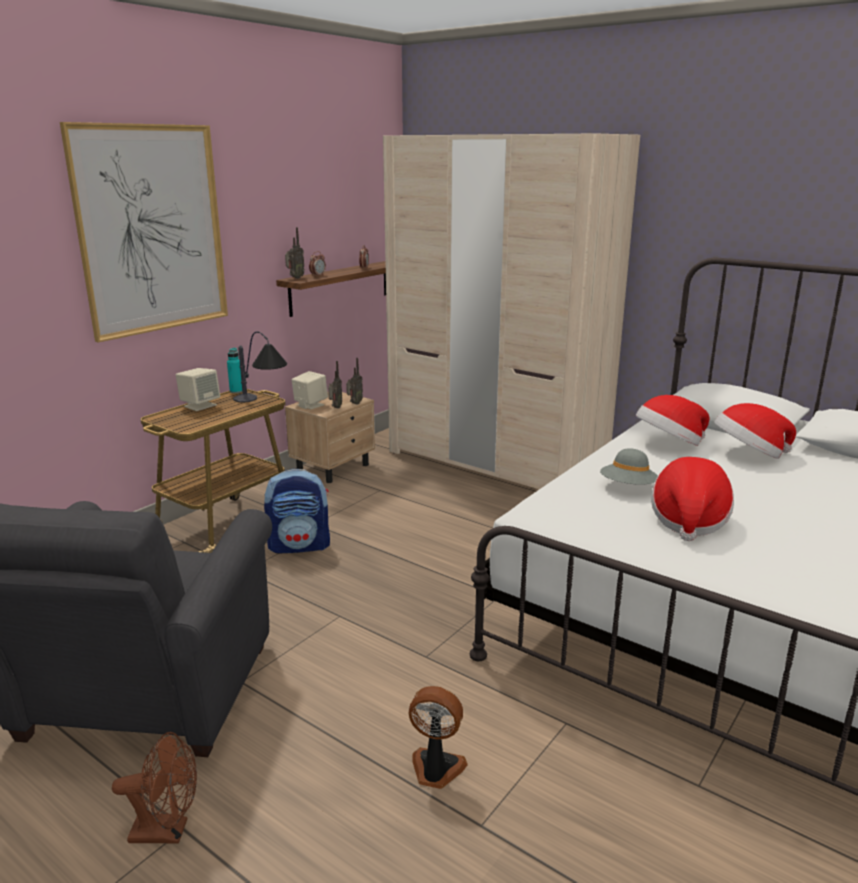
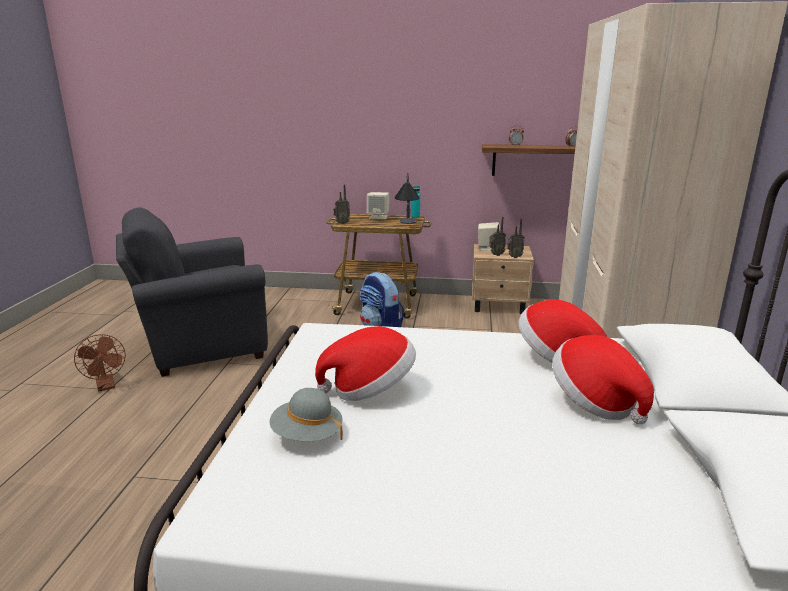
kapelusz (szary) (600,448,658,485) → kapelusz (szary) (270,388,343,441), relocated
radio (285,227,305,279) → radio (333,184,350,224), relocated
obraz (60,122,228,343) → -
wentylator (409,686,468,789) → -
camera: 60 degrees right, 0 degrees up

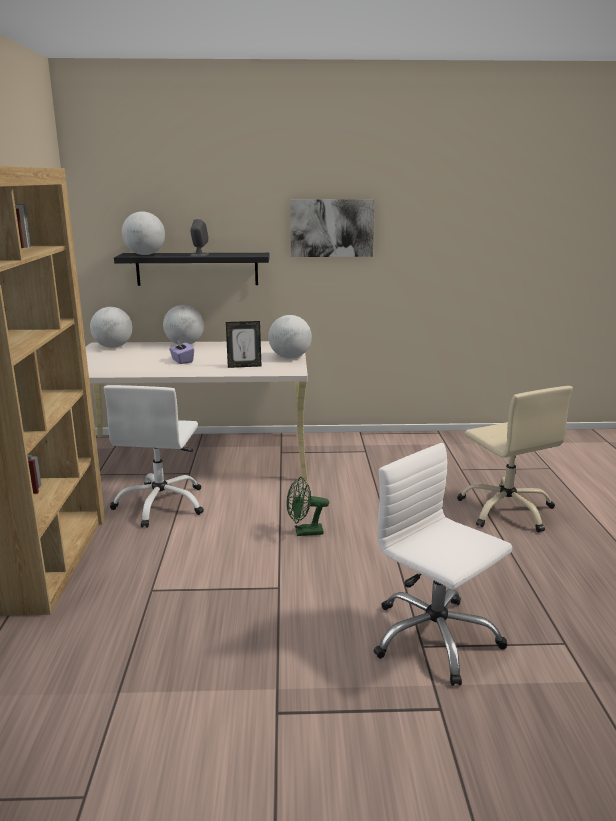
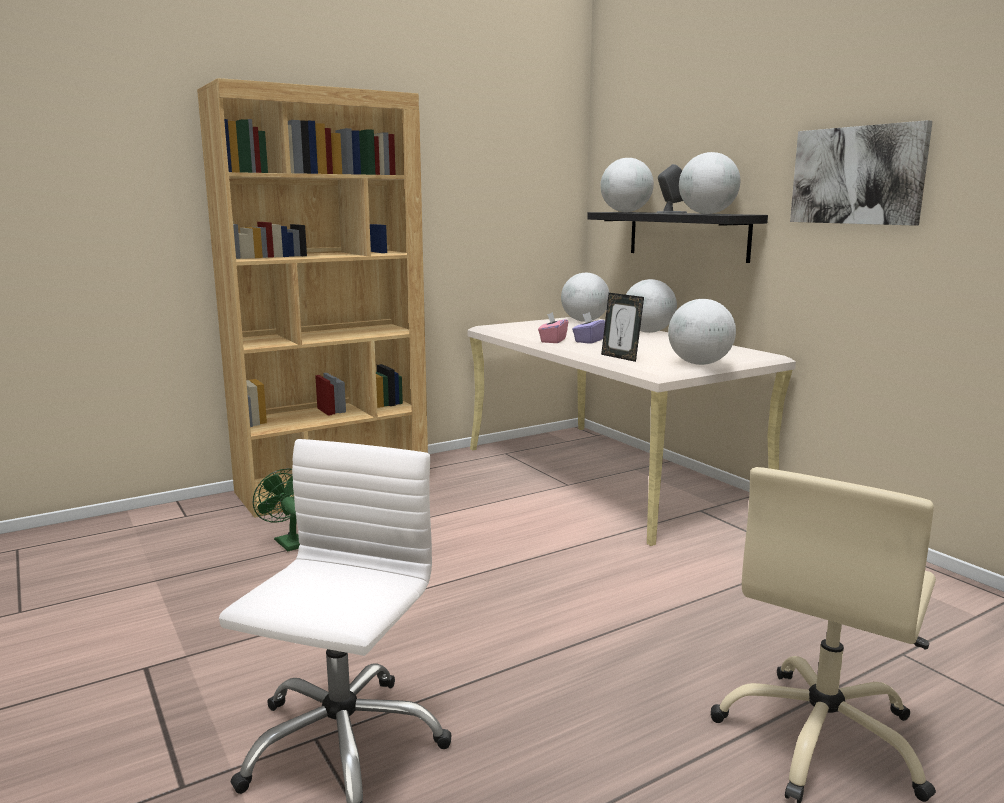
wentylator (zielony) (287,476,329,536) → wentylator (zielony) (253,468,300,551), relocated
- → pudełko chusteczek (różowy) (538,312,568,343)
- → globus (679,152,740,214)
krzesło biurowe (biały) (104,385,204,528) → -
camera: 60 degrees right, 5 degrees down

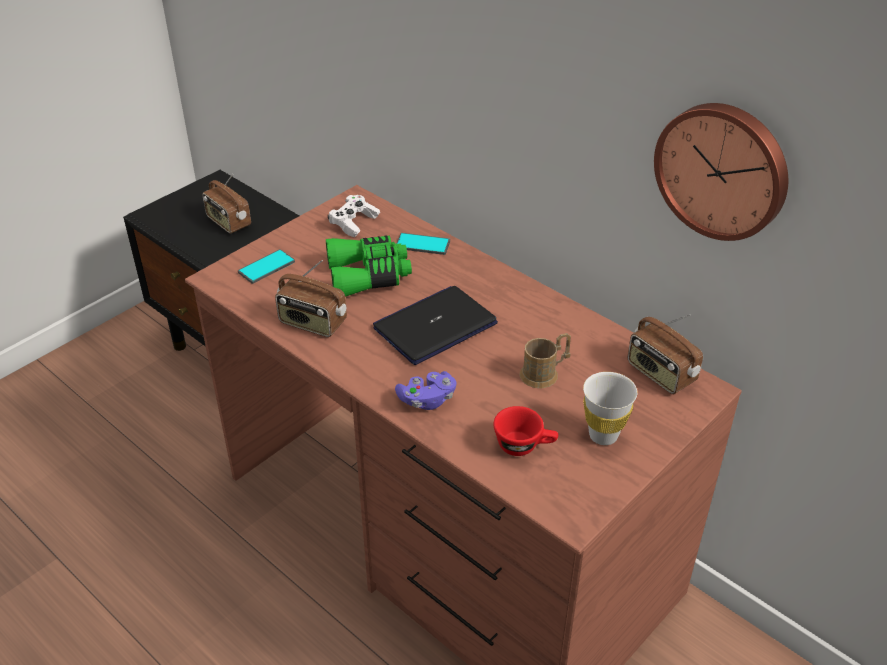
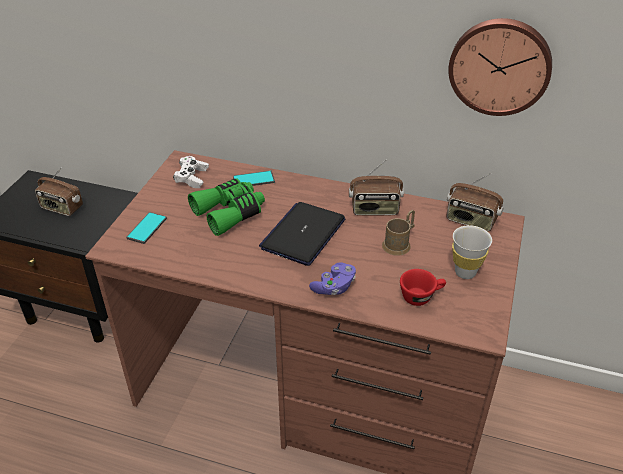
radio (275,260,347,337) → radio (349,159,404,216), relocated
camera: 25 degrees left, 0 degrees up

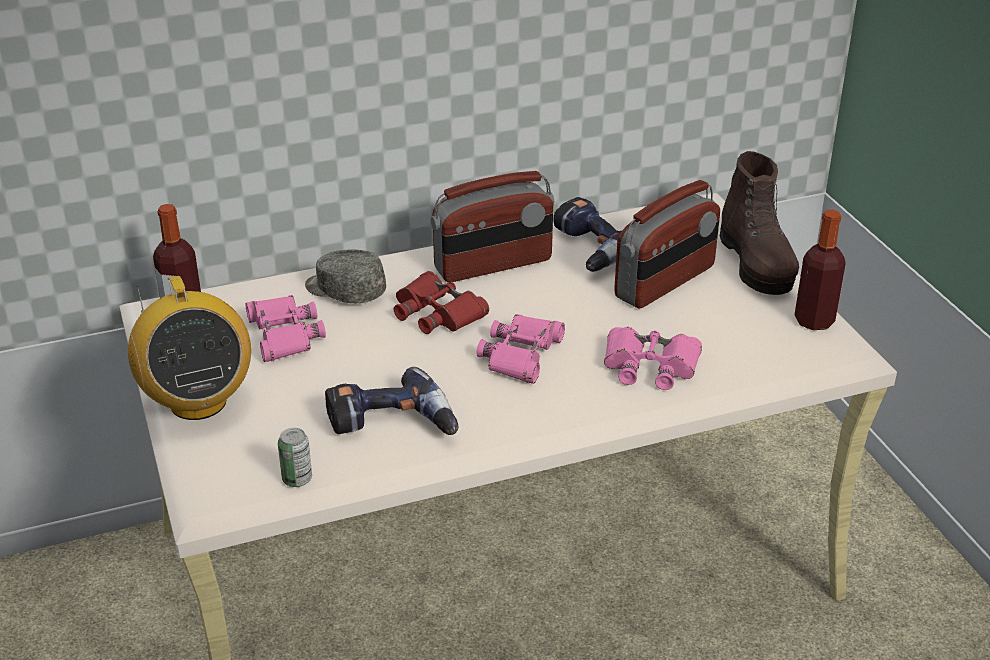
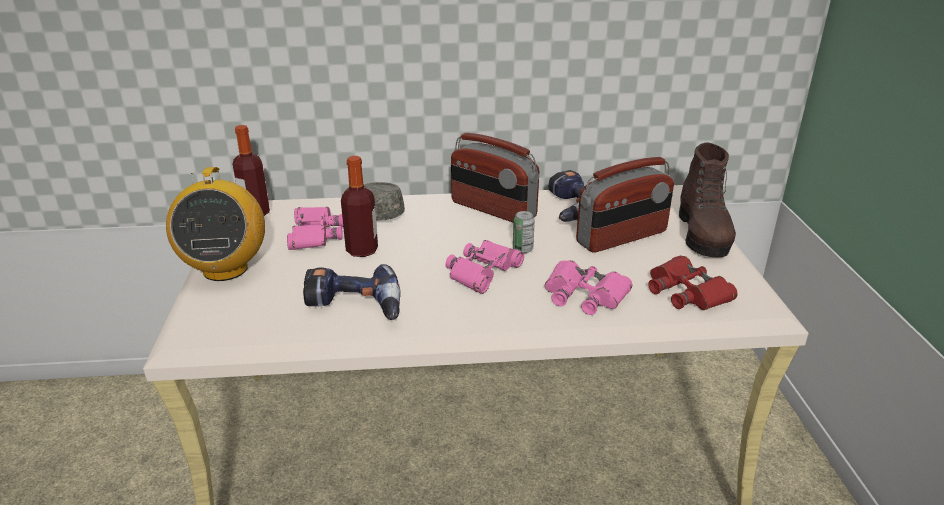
butelka (795,210,846,330) → butelka (341,156,378,257), relocated
radio (431,171,554,282) → radio (451,133,539,222), 45 degrees clockwise
puszka (278,428,312,487) → puszka (513,211,535,253), relocated
lornetka (czerwony) (394,271,489,334) → lornetka (czerwony) (648,256,737,310), relocated
camera: 15 degrees right, 5 degrees down

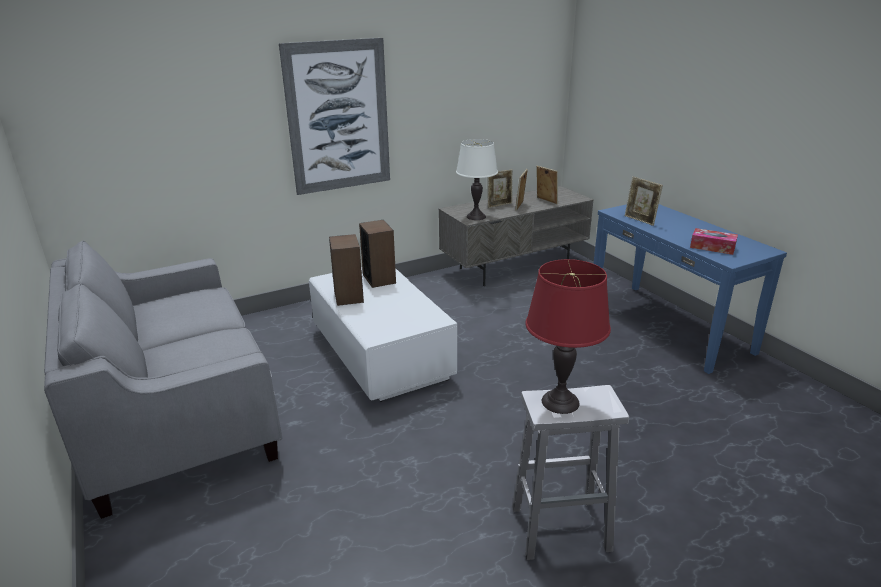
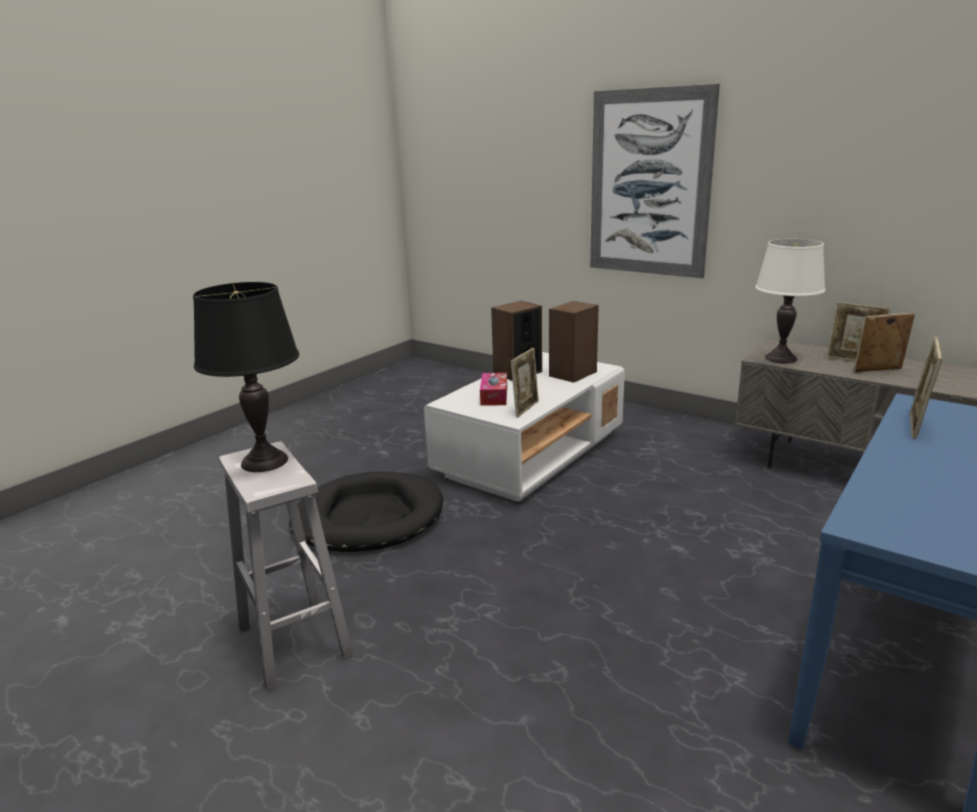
lampa stołowa (czerwony) (525,259,611,414) → lampa stołowa (czarny) (193,282,299,472)
- → legowisko (czarny) (289,472,443,552)
pudełko chusteczek (690,228,738,255) → pudełko chusteczek (480,373,507,406), relocated
ramka na zdjęcie (536,166,558,204) → ramka na zdjęcie (511,348,539,418), relocated
kanapa (szary) (44,240,282,519) → -
camera: 65 degrees right, 5 degrees down

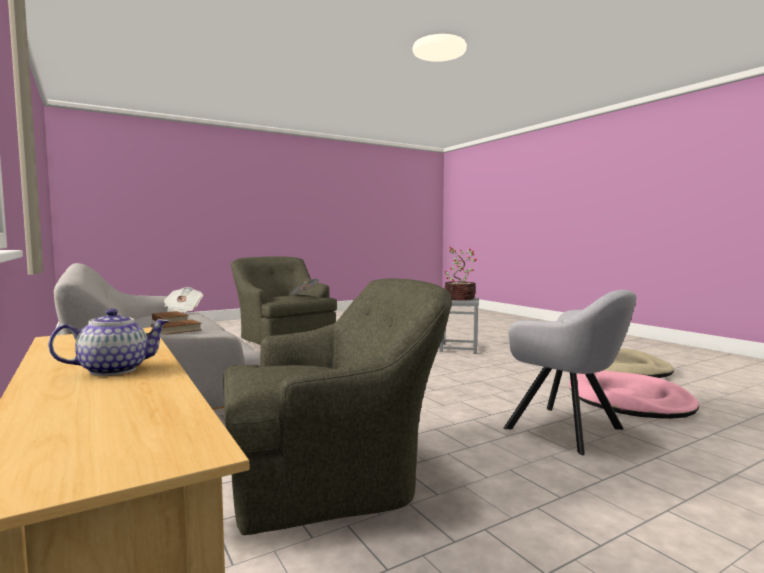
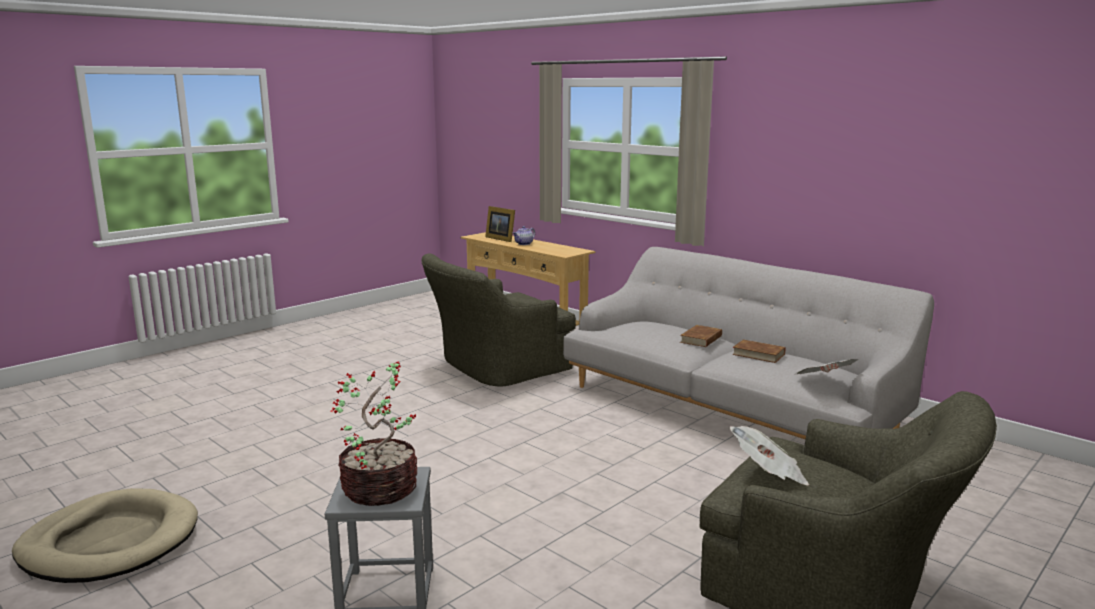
- → ramka na zdjęcie (485,206,515,242)
fotel (szary) (504,290,637,455) → -
legowisko (różowy) (569,371,699,419) → -
camera: 165 degrees right, 10 degrees up

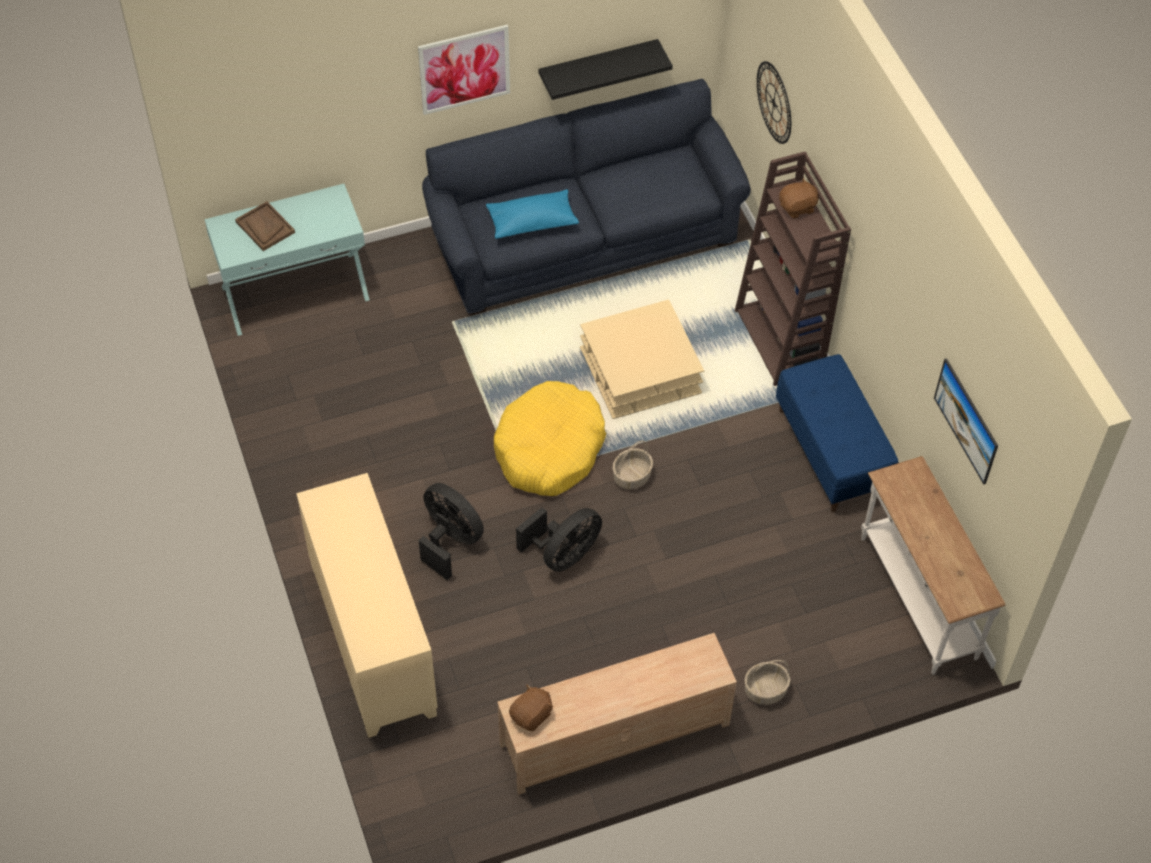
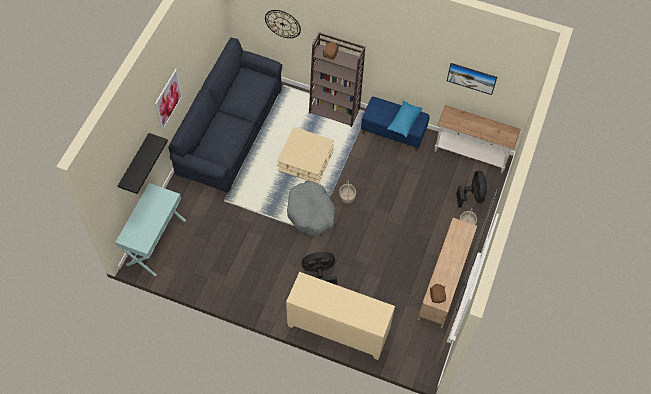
półka (czarny) (538,39,673,100) → półka (czarny) (118,133,168,194), relocated
legowisko (żółty) (494,381,606,496) → legowisko (szary) (287,181,335,236)
poduszka (niebieski) (486,189,579,239) → poduszka (niebieski) (387,100,423,137), relocated
wentylator (czarny) (516,507,602,572) → wentylator (czarny) (456,171,487,208), relocated
taca (brązowy) (235,201,295,251) → -
camera: 50 degrees left, 5 degrees up

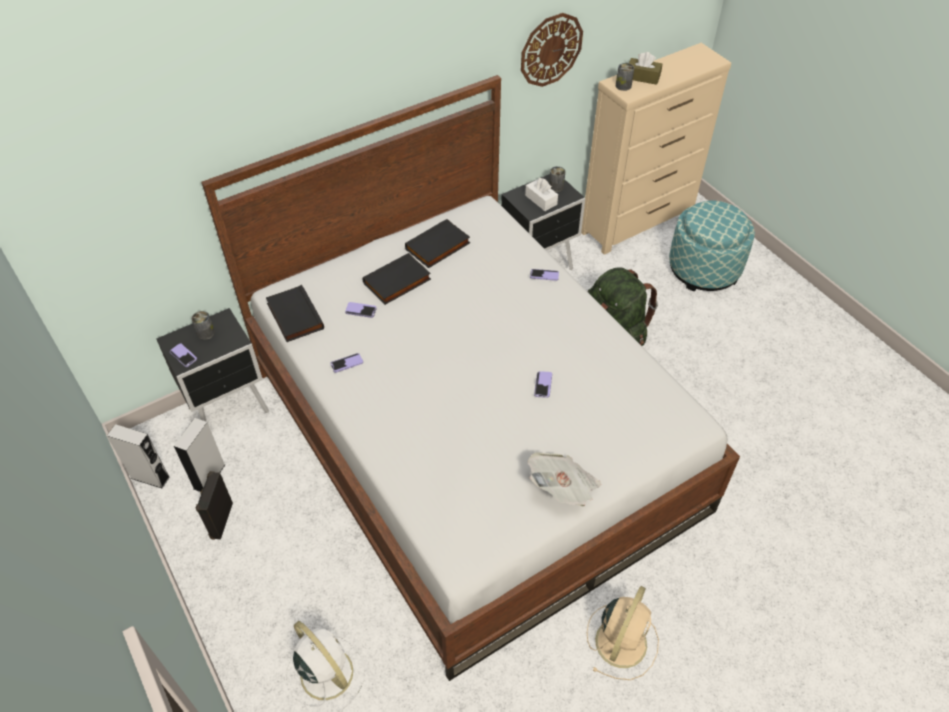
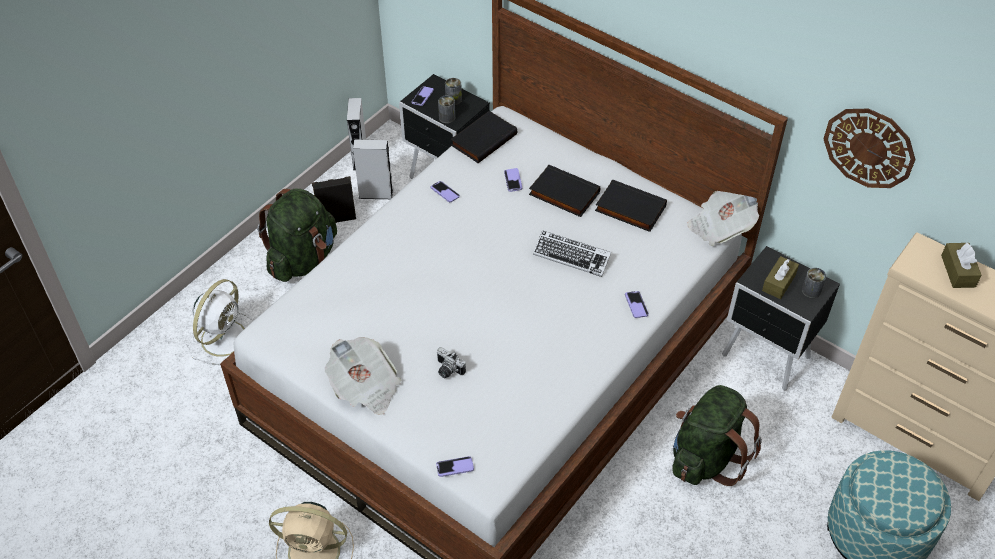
- → plecak (zielony) (257,188,337,282)
- → aparat fotograficzny (436,347,466,378)
telefon (534,371,552,398) → telefon (436,456,474,477), relocated
puszka (616,63,634,91) → puszka (438,95,455,123), relocated
- → klawiatura (533,230,611,277)
- → gazeta (687,191,759,246)
pudełko chusteczek (biały) (525,178,558,211) → pudełko chusteczek (brązowy) (762,256,799,299)
camera: 70 degrees right, 0 degrees up

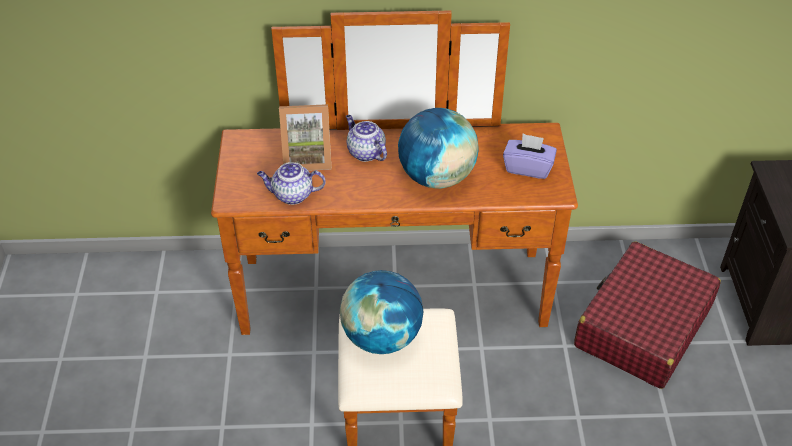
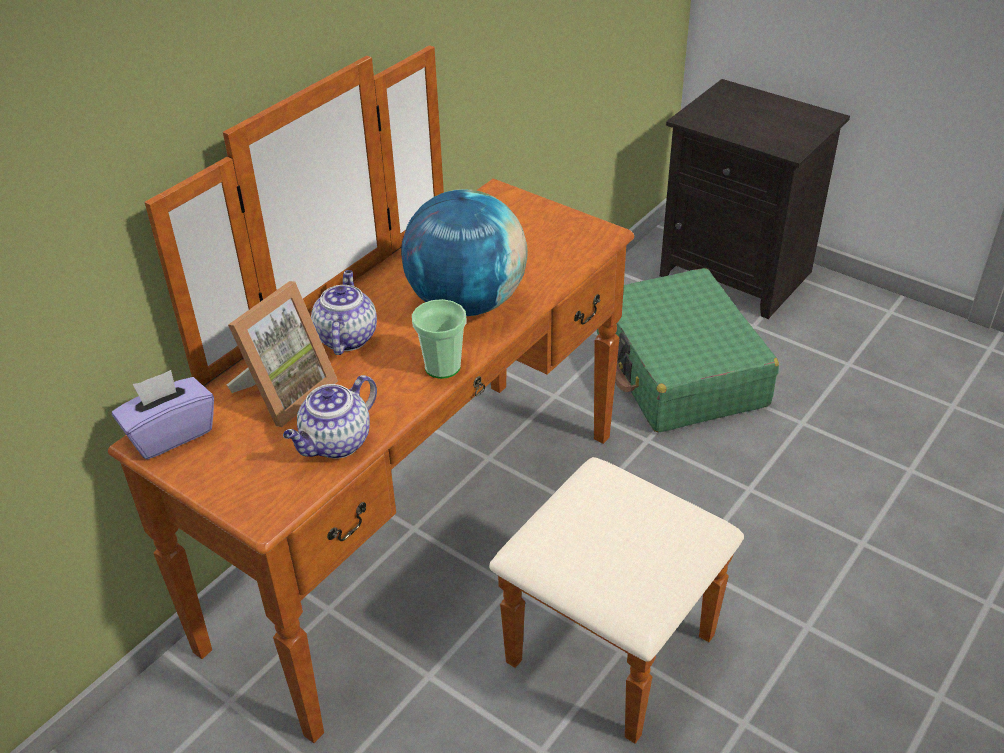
pudełko chusteczek (fioletowy) (503,134,557,179) → pudełko chusteczek (fioletowy) (112,370,214,459), relocated
imbryk (346,115,387,162) → imbryk (311,270,377,355), 90 degrees clockwise
- → filiżanka (412,299,466,379)
walizka (czerwony) (574,241,721,389) → walizka (zielony) (597,268,779,433)
globus (340,270,423,354) → -
camera: 50 degrees left, 5 degrees down

